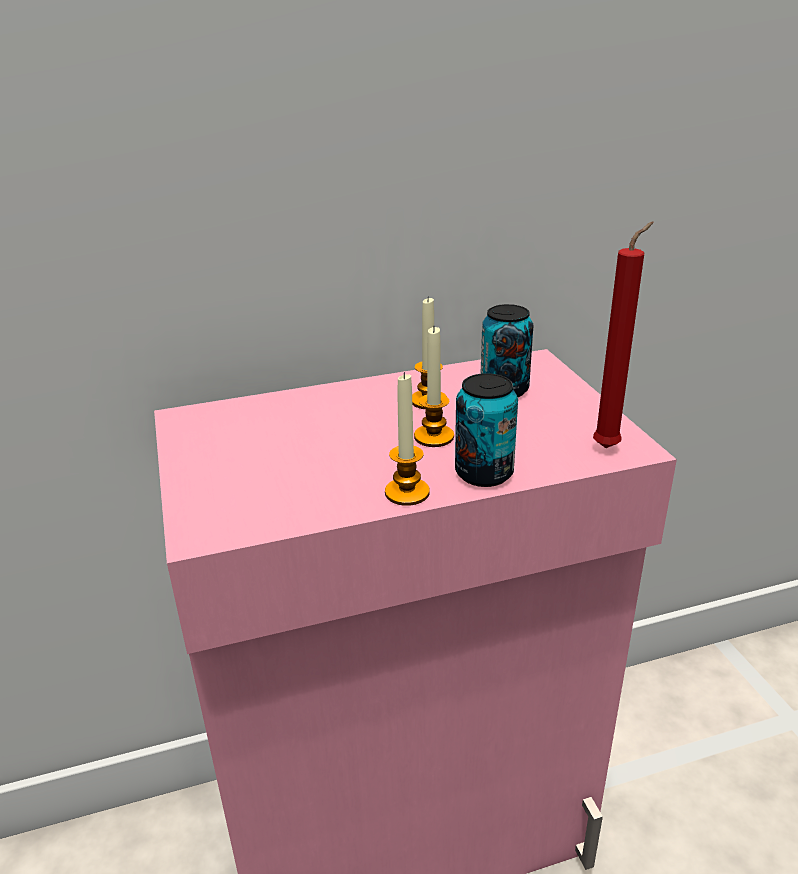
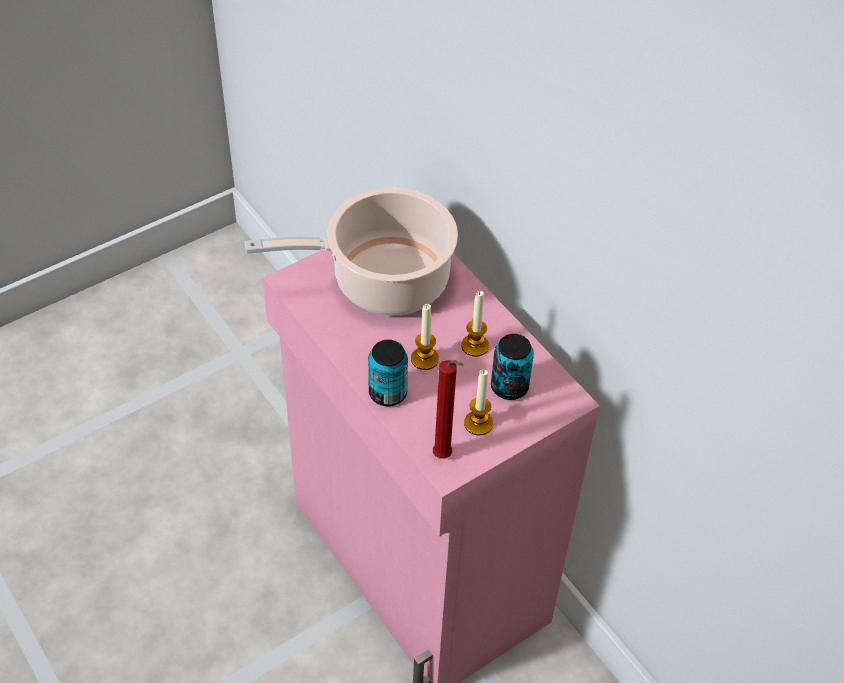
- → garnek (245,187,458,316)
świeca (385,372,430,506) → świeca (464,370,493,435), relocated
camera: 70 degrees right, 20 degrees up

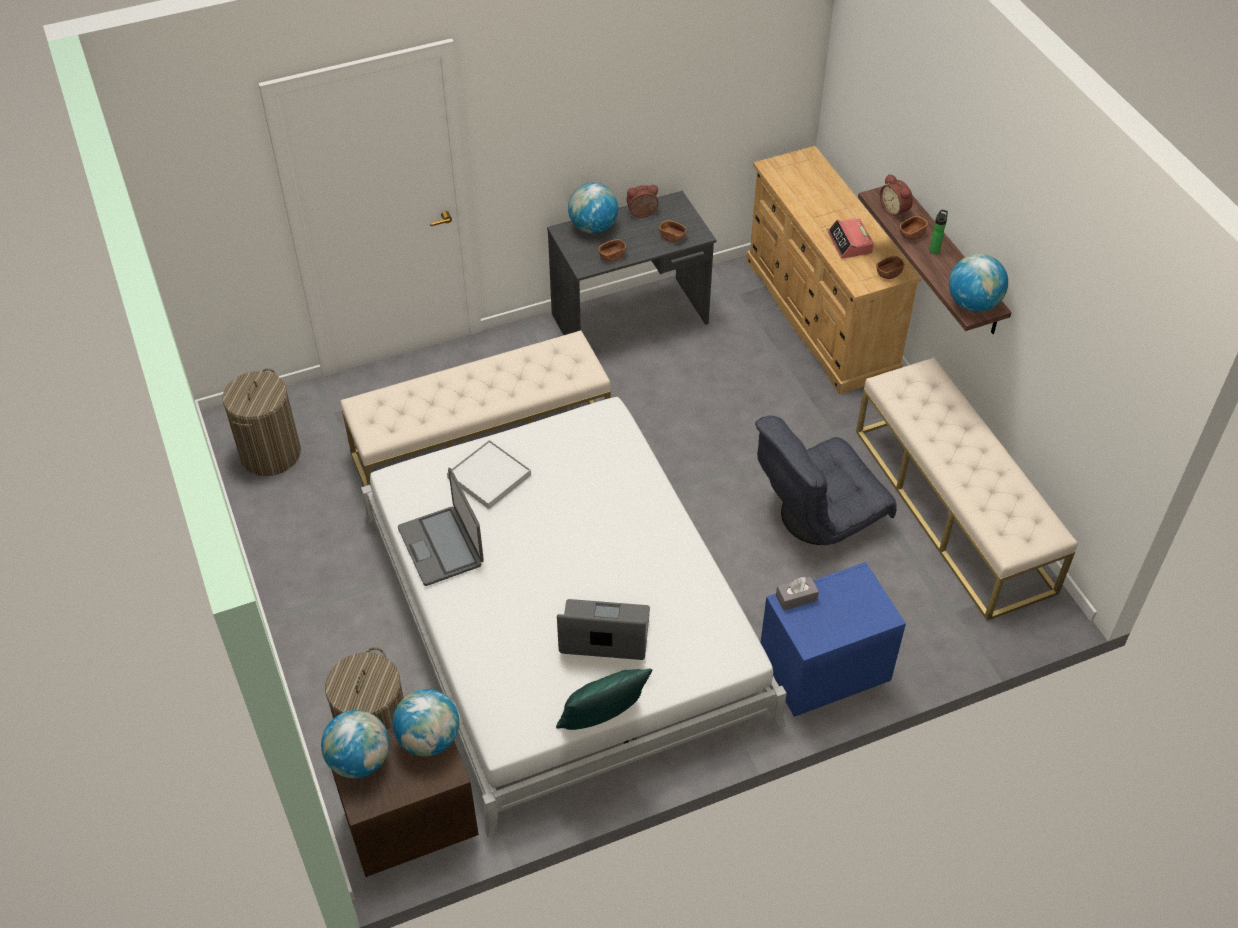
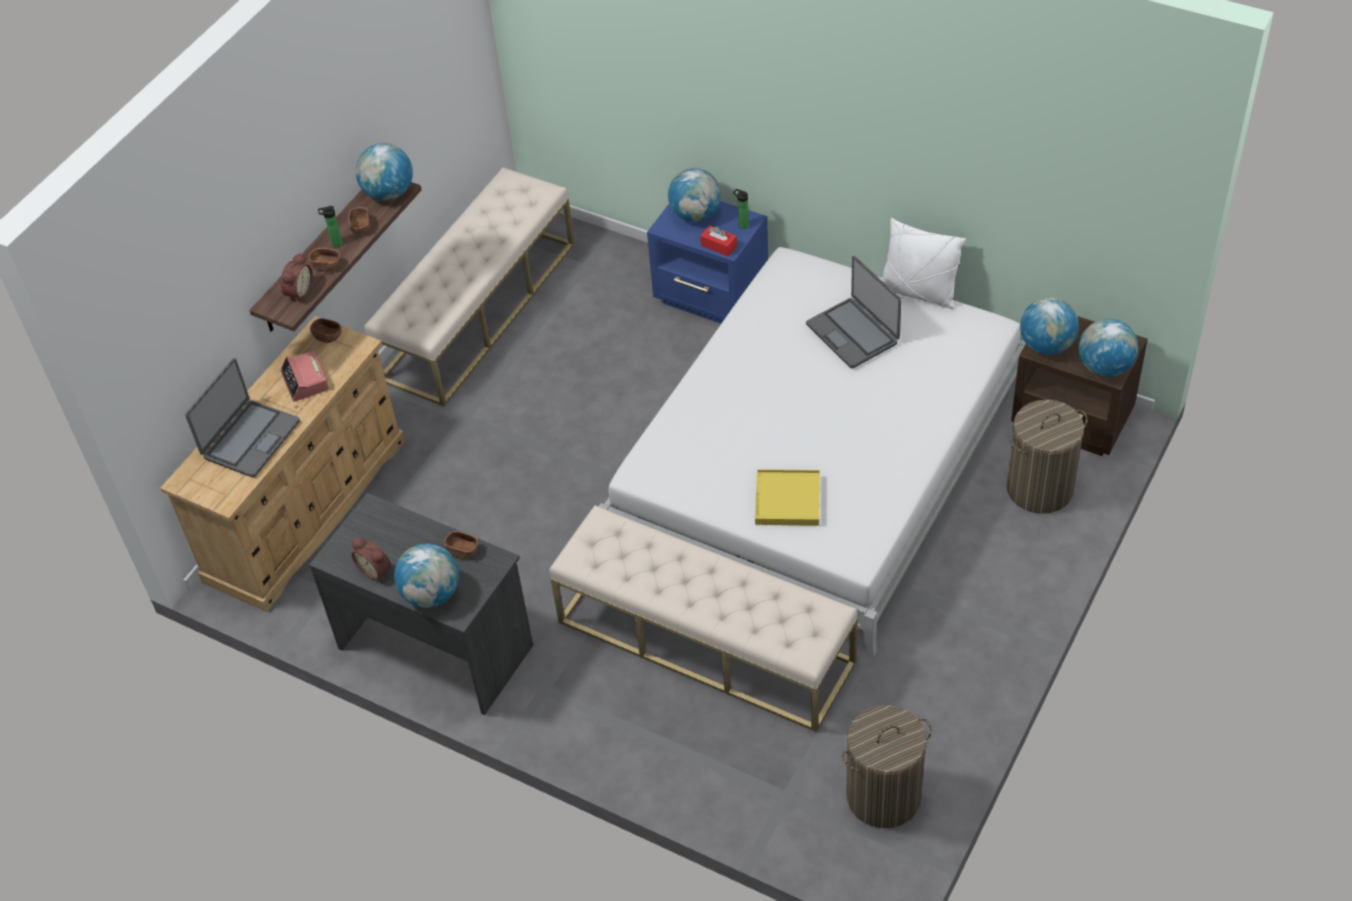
laptop (398,468,484,586) → laptop (185,358,300,478), relocated
budzik (828,218,874,259) → budzik (281,351,329,402), 120 degrees clockwise
miska (brązowy) (659,220,687,242) → miska (brązowy) (348,207,371,235), relocated
- → globus (668,168,721,222)
pudełko chusteczek (szary) (776,577,819,610) → pudełko chusteczek (czerwony) (700,225,737,256)
- → butelka (733,189,749,229)
taca (biały) (447,440,531,509) → taca (żółty) (755,469,820,526)
poduszka (zielony) (556,668,653,730) → poduszka (biały) (882,218,966,309)
fotel (szary) (755,416,897,545) → -
camera: 125 degrees left, 0 degrees up

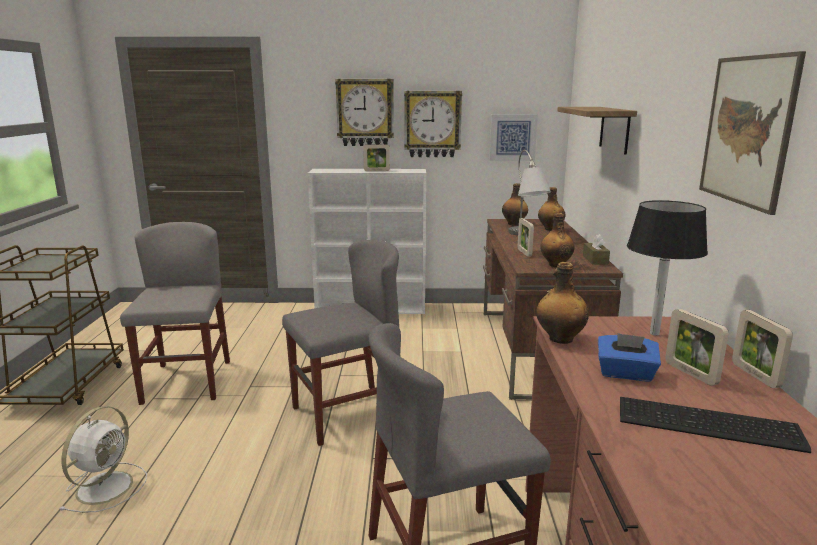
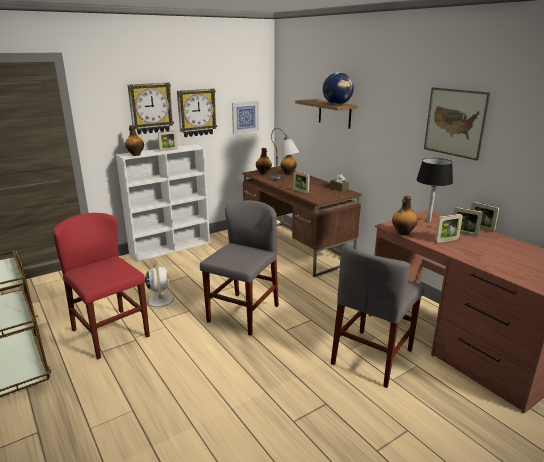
krzesło (szary) (120,222,230,405) → krzesło (czerwony) (53,213,150,359)
butelka (540,213,574,267) → butelka (125,125,144,156), relocated
wentylator (biały) (59,406,147,513) → wentylator (biały) (145,260,179,312), relocated
- → globus (323,72,354,105)
pudełko chusteczek (niebieski) (598,333,661,382) → ramka na zdjęcie (435,214,463,243)
klawiatura (620,397,811,453) → -
camera: 35 degrees left, 5 degrees up

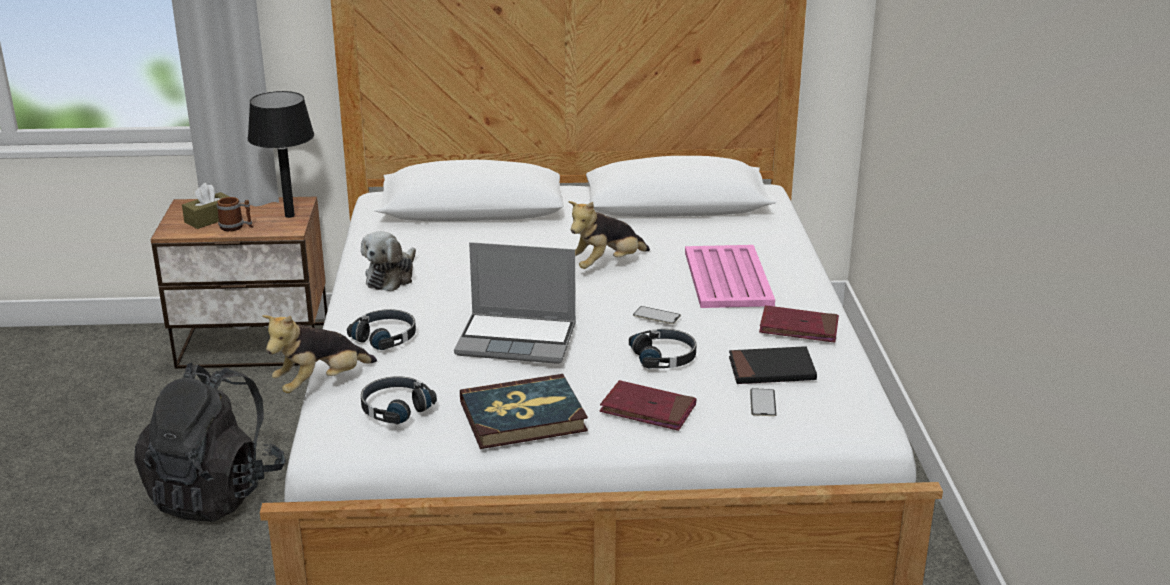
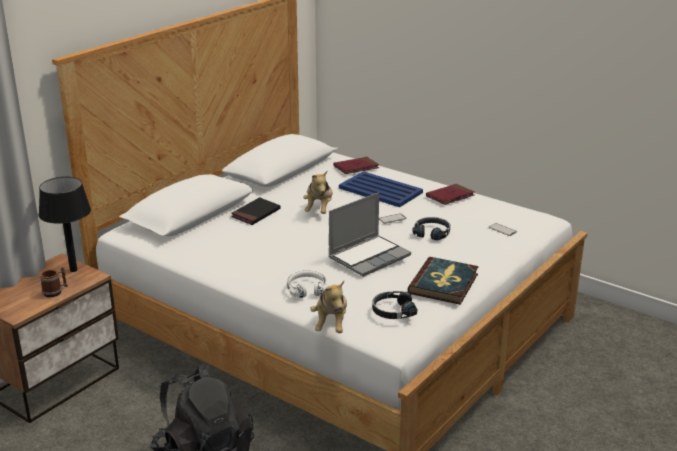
książka (czarny) (729,346,817,384) → książka (czarny) (231,197,281,225), relocated
słuchawki (czarny) (347,309,416,350) → słuchawki (biały) (287,270,328,298)
książka (czerwony) (599,380,696,431) → książka (czerwony) (334,157,379,174), relocated
taca (różowy) (685,245,775,308) → taca (niebieski) (339,171,423,207)
pudełko chusteczek (brązowy) (182,183,230,229) → -
pluszak (361,231,416,292) → -
camera: 50 degrees left, 0 degrees up

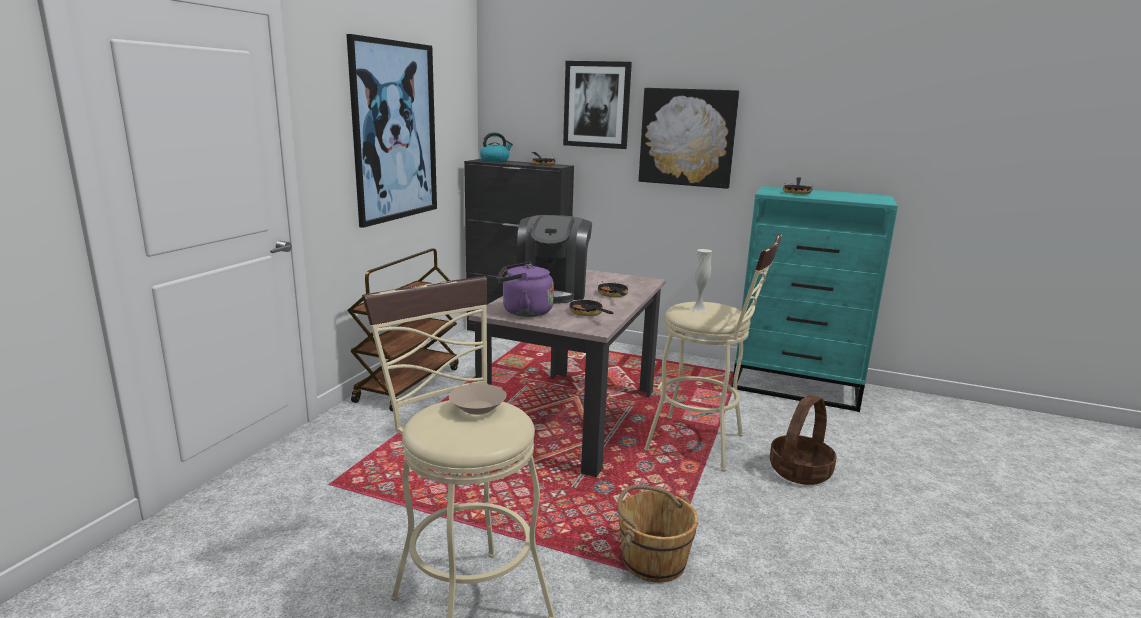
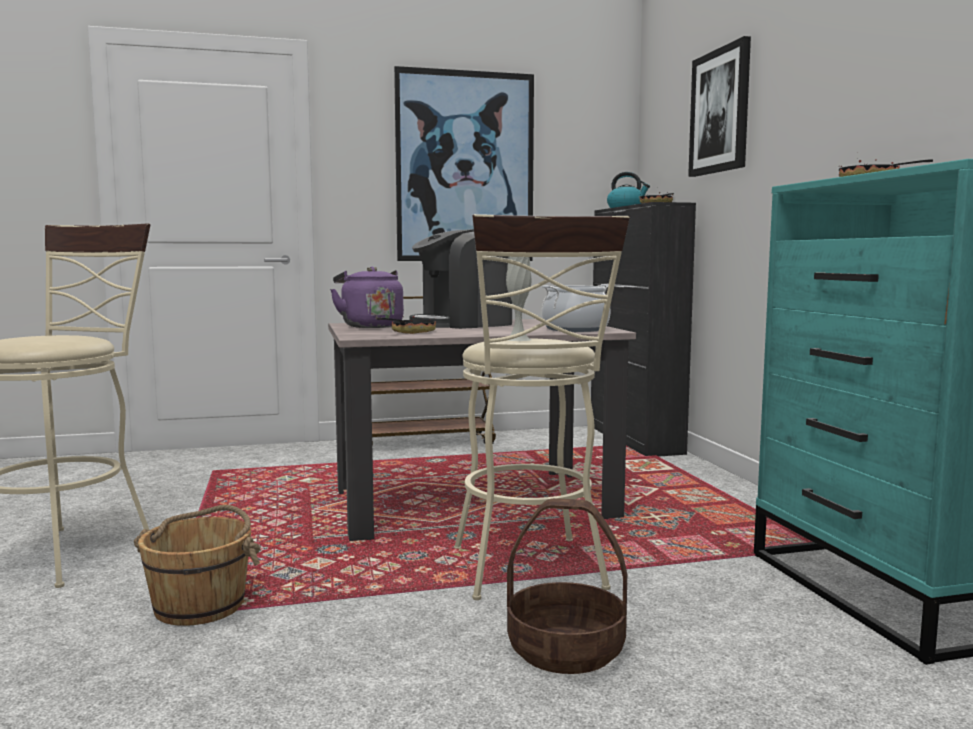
- → garnek (542,284,611,332)
miska (beżowy) (449,384,506,415) → -
patelnia (598,281,629,297) → -
obraz (638,88,739,189) → -
camera: 55 degrees right, 10 degrees down

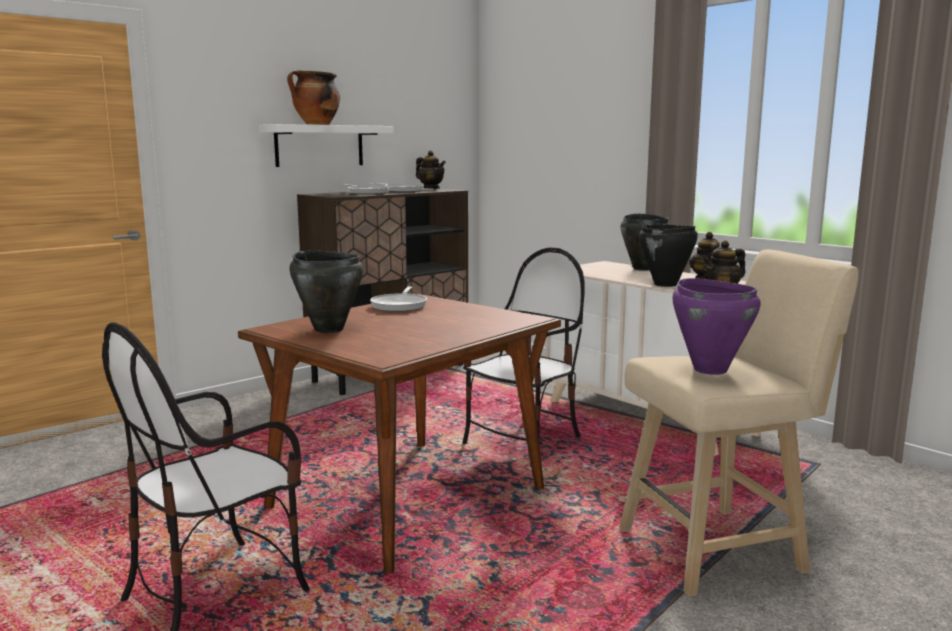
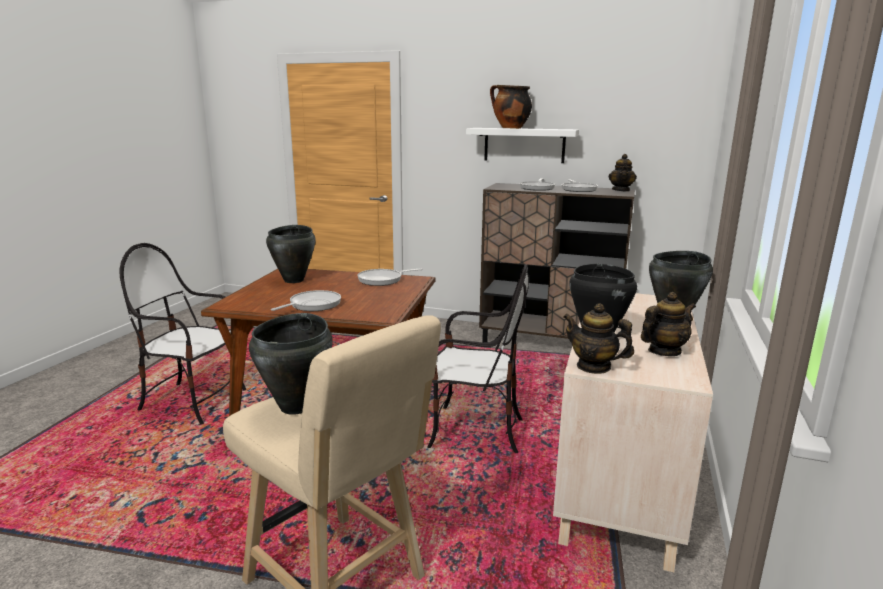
garnek (fioletowy) (672,278,761,375) → garnek (czarny) (249,313,333,415)
- → patelnia (271,290,341,311)
camera: 60 degrees right, 5 degrees up

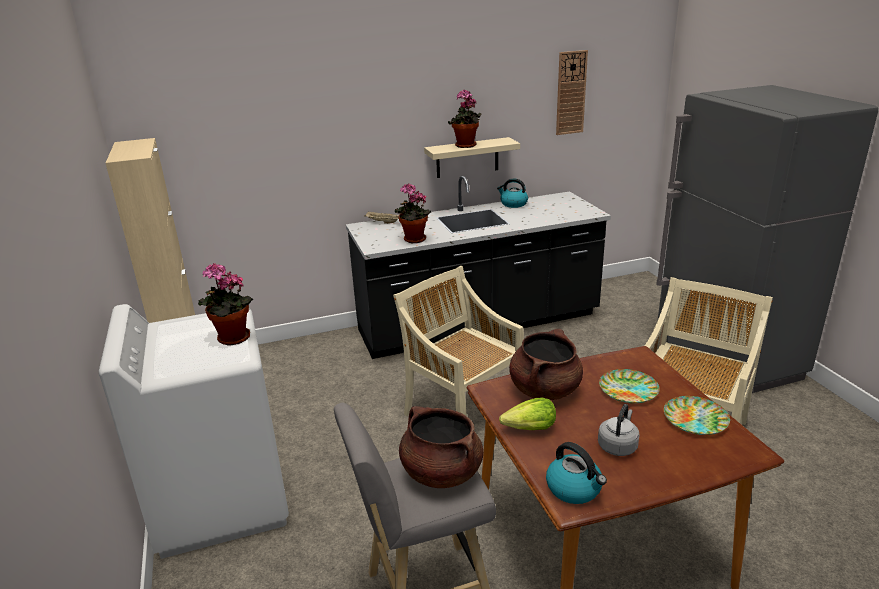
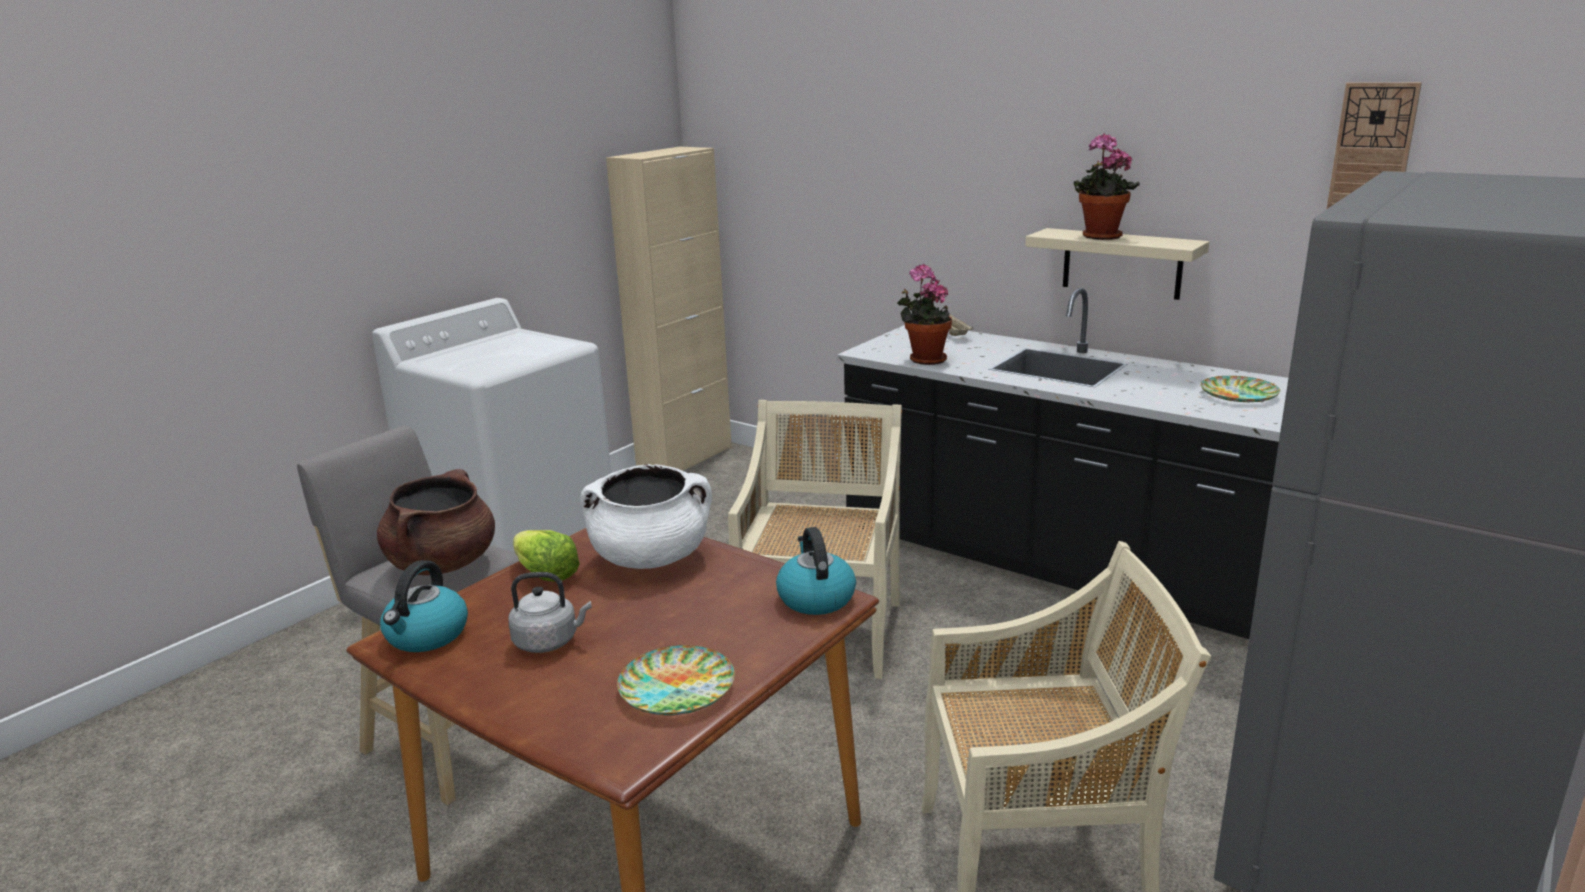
garnek (brązowy) (509,328,583,400) → garnek (biały) (580,464,712,569)
czajnik (497,179,528,208) → czajnik (776,527,856,615), relocated
talerz (599,369,660,404) → talerz (1201,376,1280,402), relocated
roślina doniczkowa (198,263,253,345) → -
camera: 55 degrees right, 5 degrees down

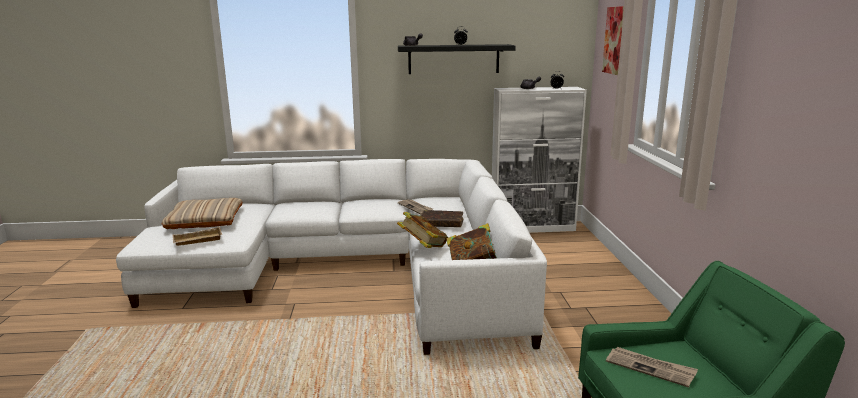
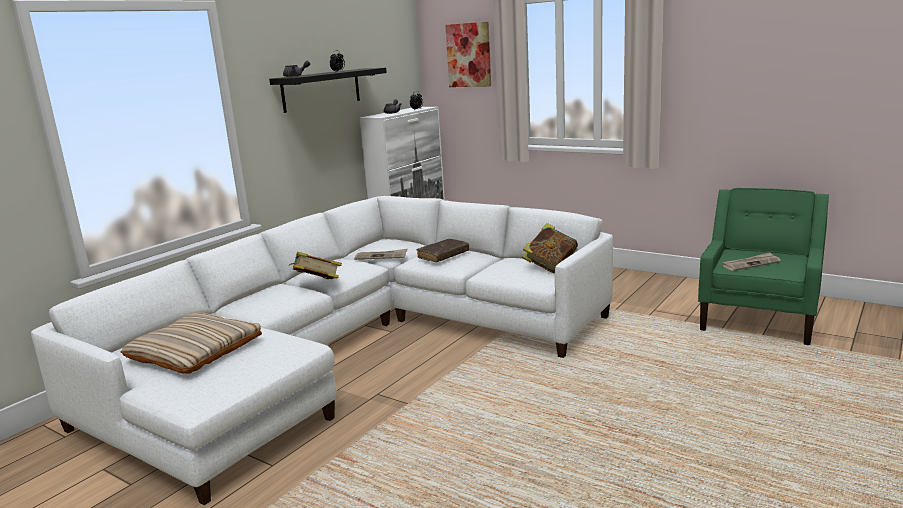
książka (397,212,448,248) → książka (289,252,342,279), relocated
taca (beżowy) (173,227,222,246) → -
camera: 50 degrees left, 0 degrees up

